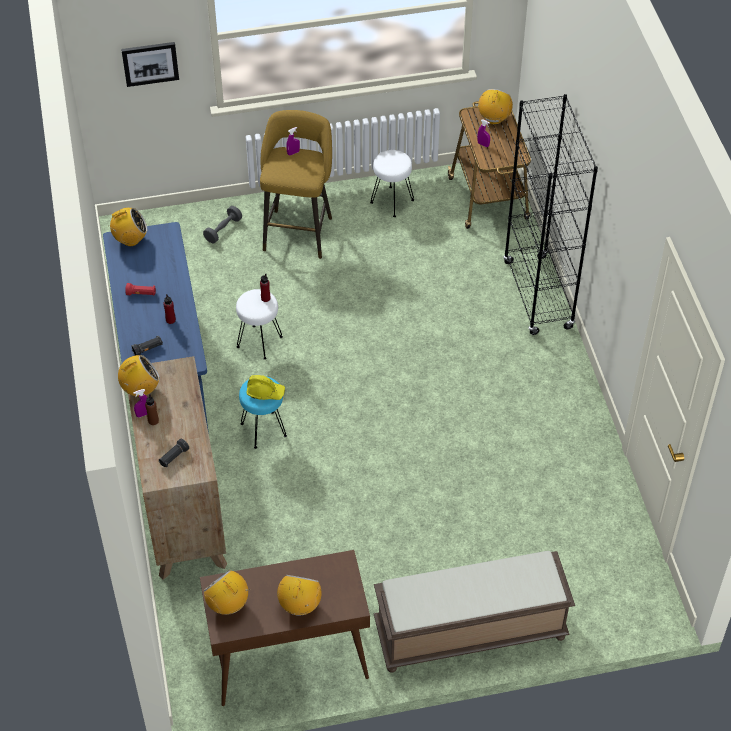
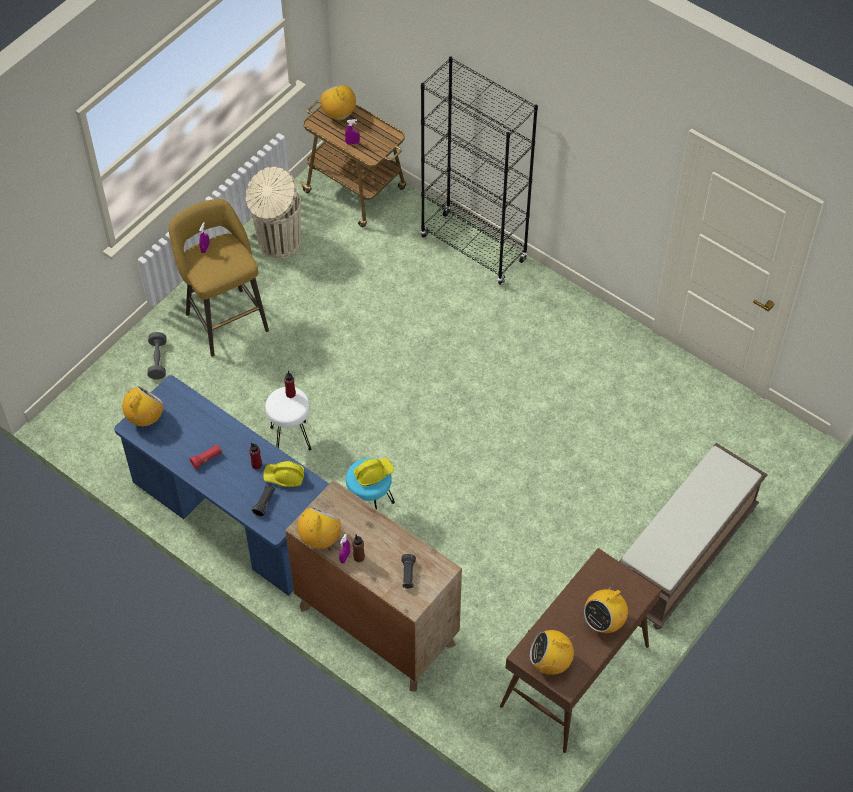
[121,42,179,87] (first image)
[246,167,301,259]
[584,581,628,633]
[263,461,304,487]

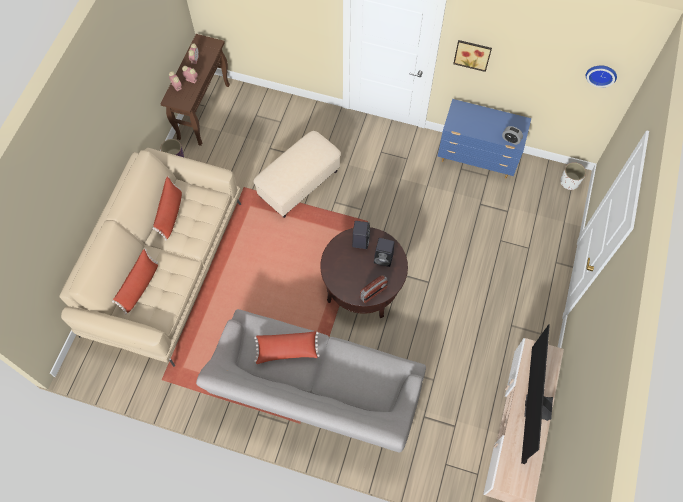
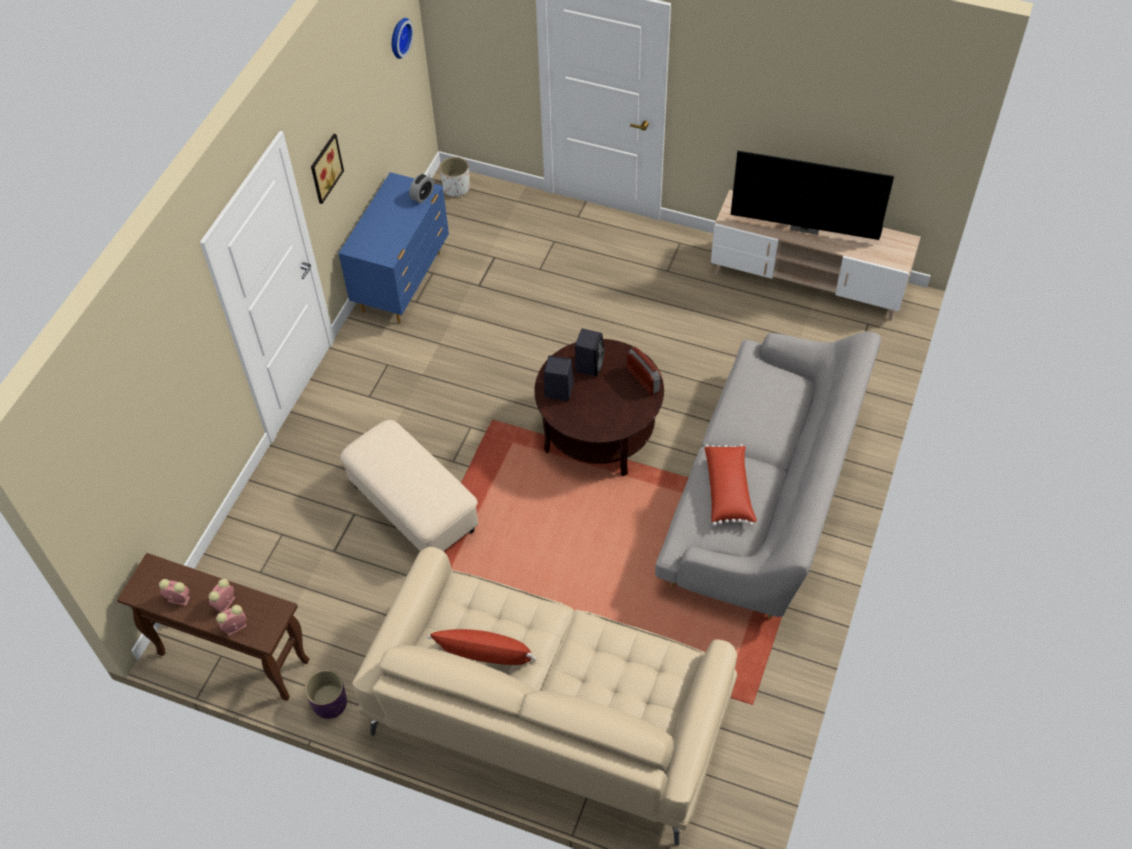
[112,249,158,314] (first image)

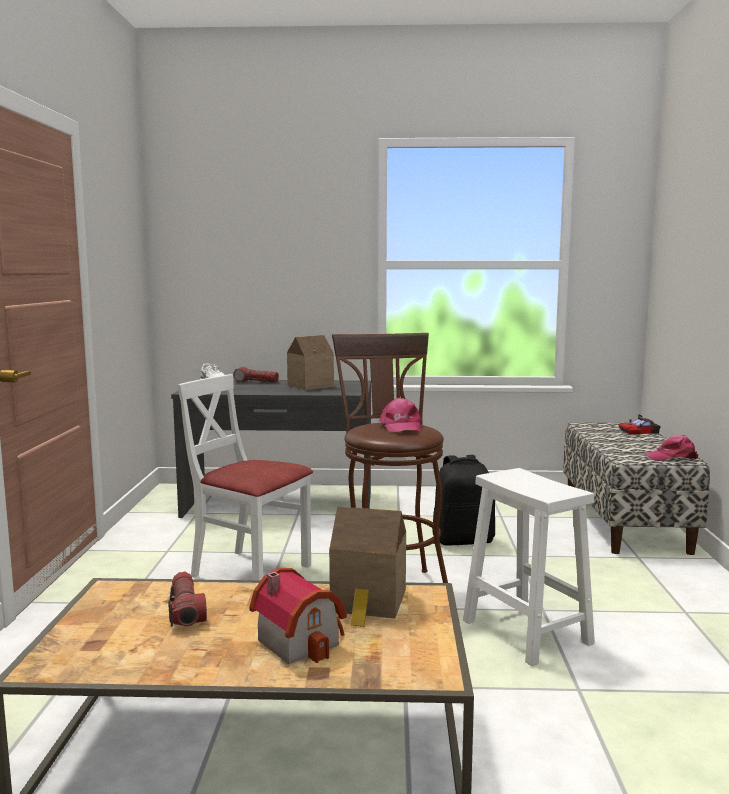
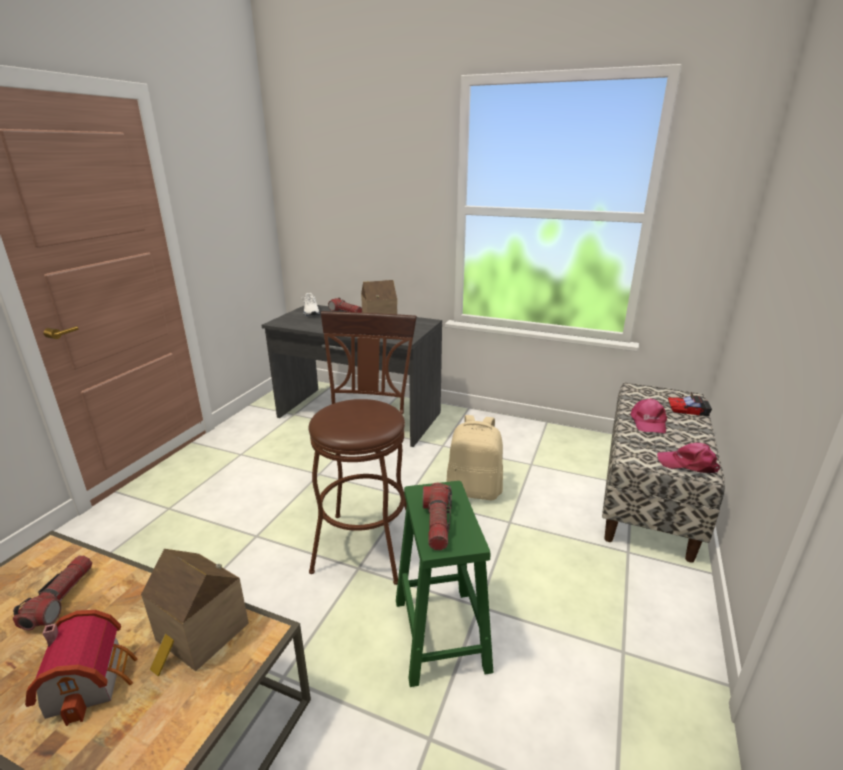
[177,374,313,580] (first image)
[630,398,667,433]
[446,415,503,500]
[396,481,493,687]
[423,483,452,550]

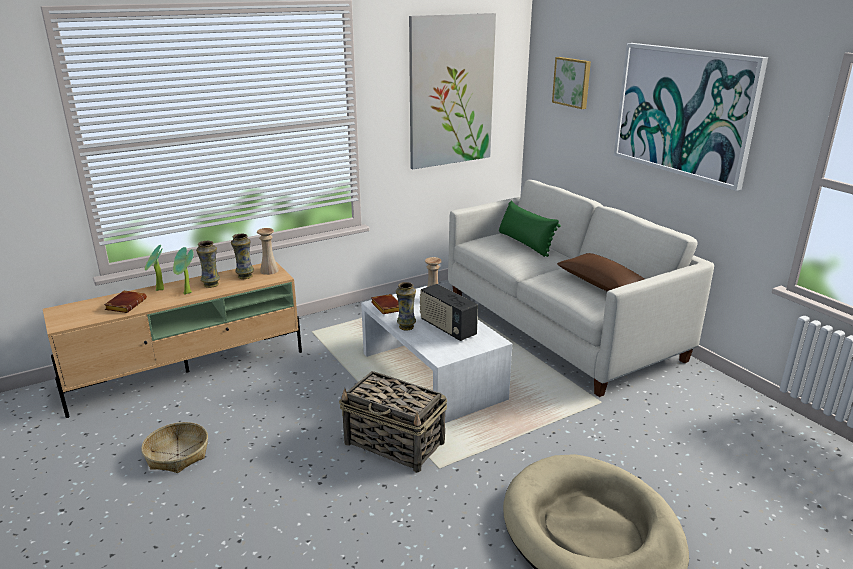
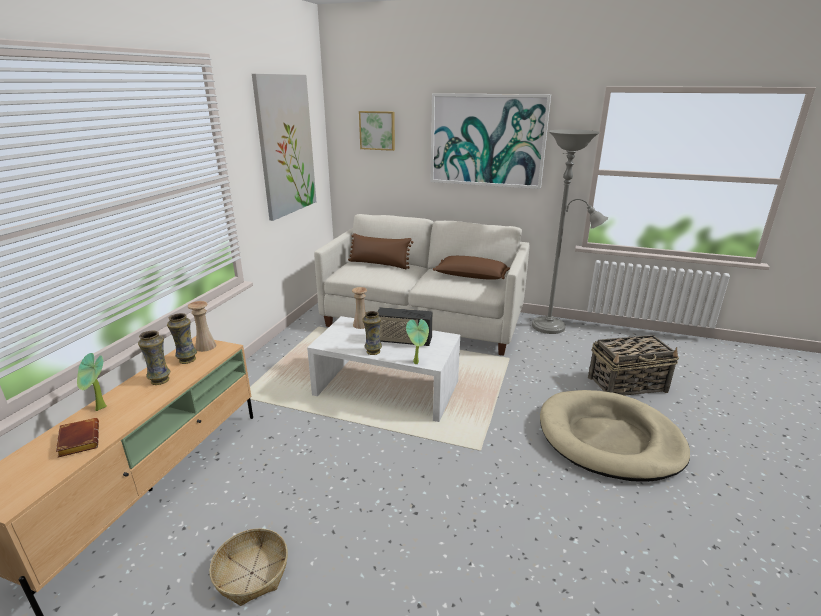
[348,233,413,269]
[406,319,429,364]
[371,294,399,314] (first image)
[588,335,679,396]
[532,129,608,334]

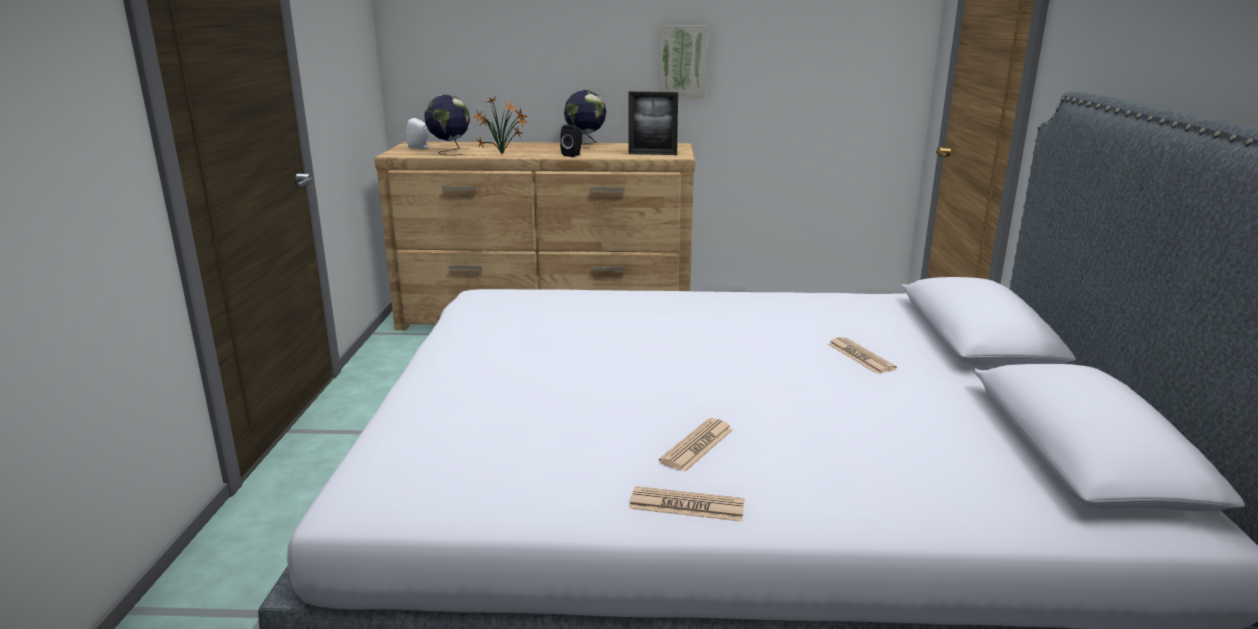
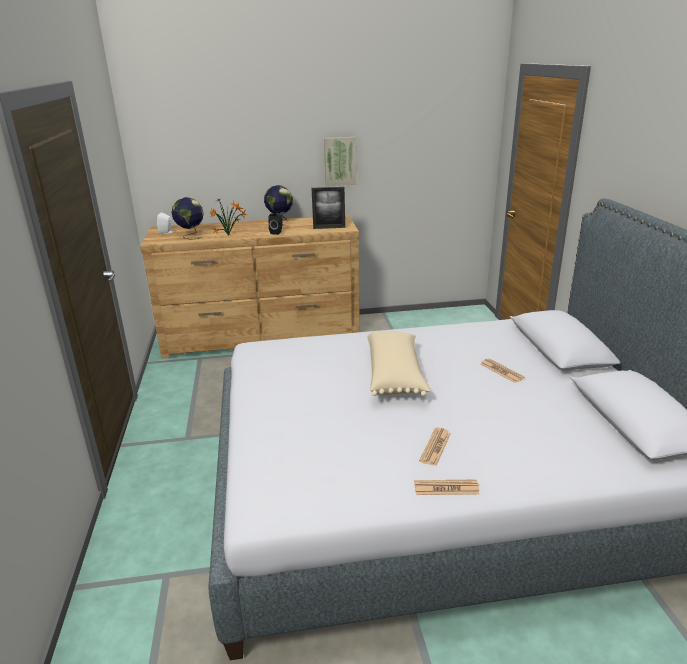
[367,331,431,396]

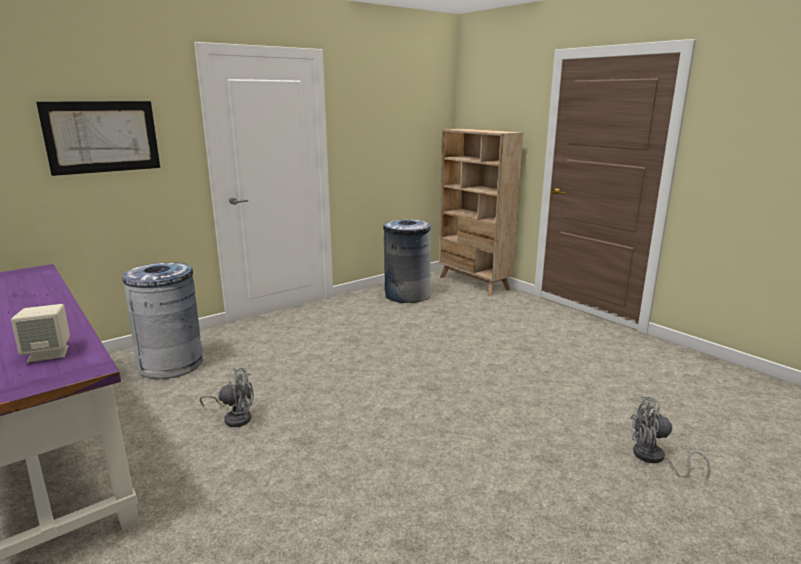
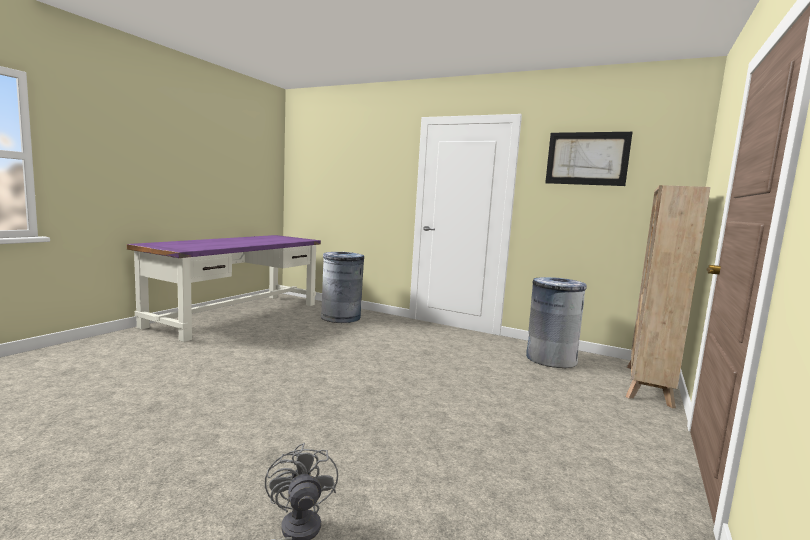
[545,132,633,186]
[11,304,70,363] (first image)
[200,368,254,427] (first image)

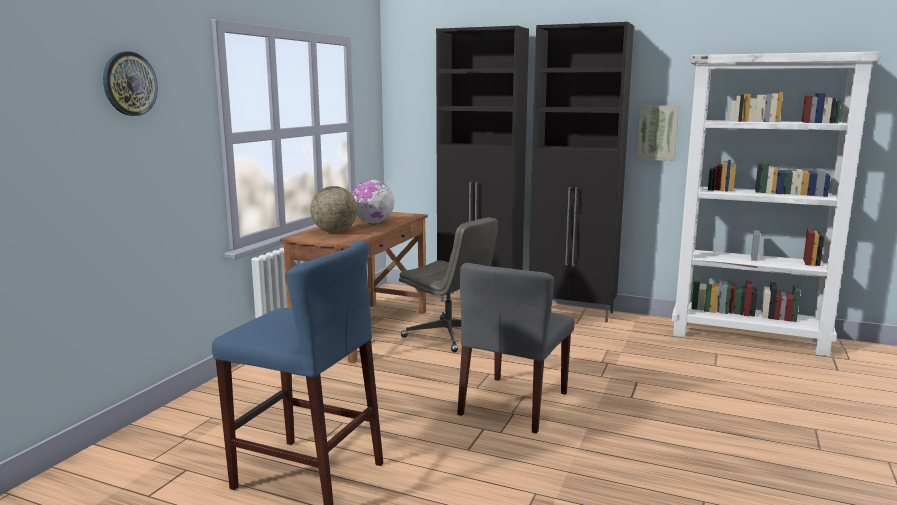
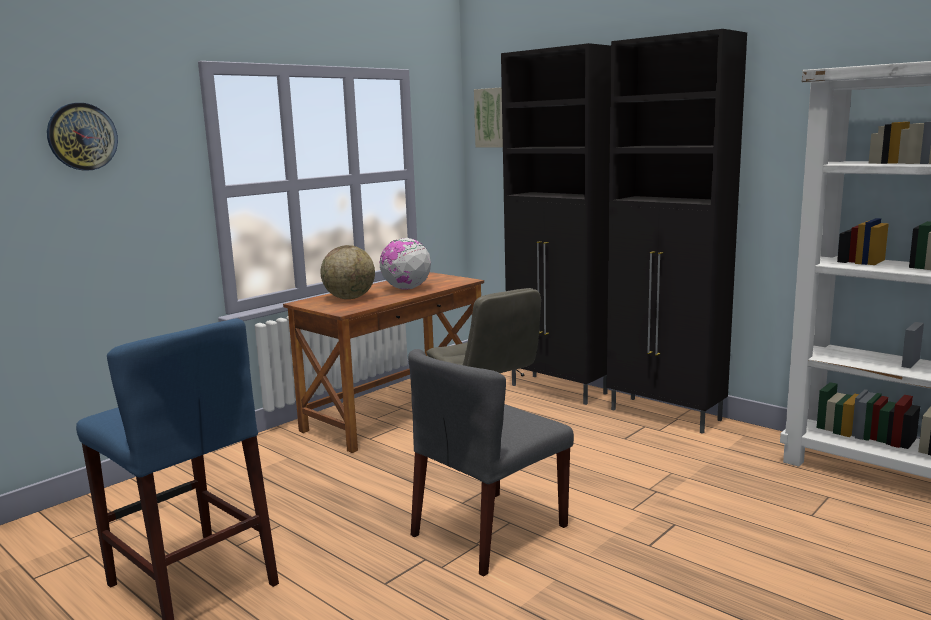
[474,87,503,148]

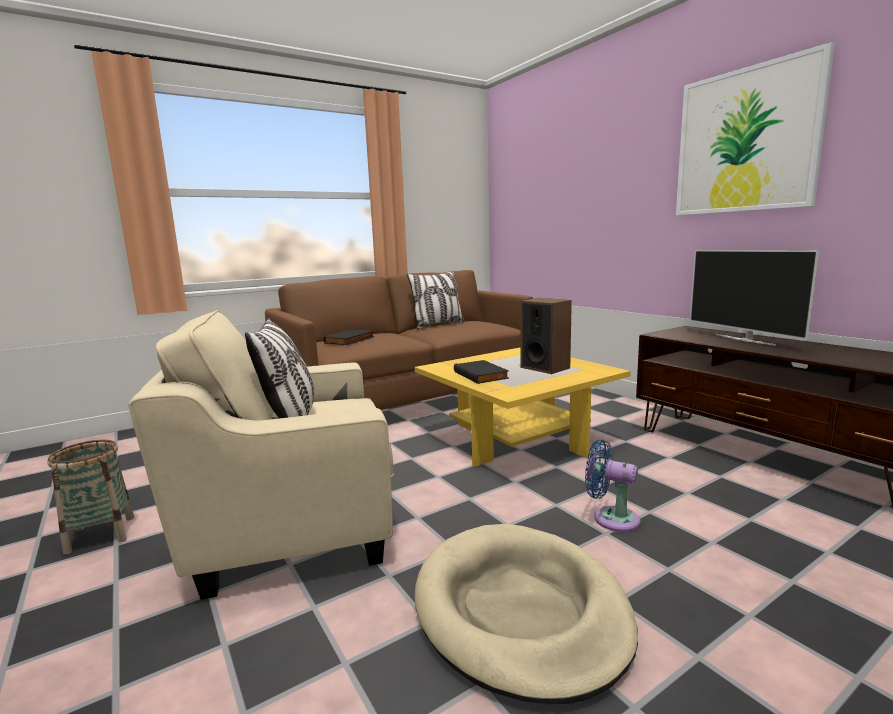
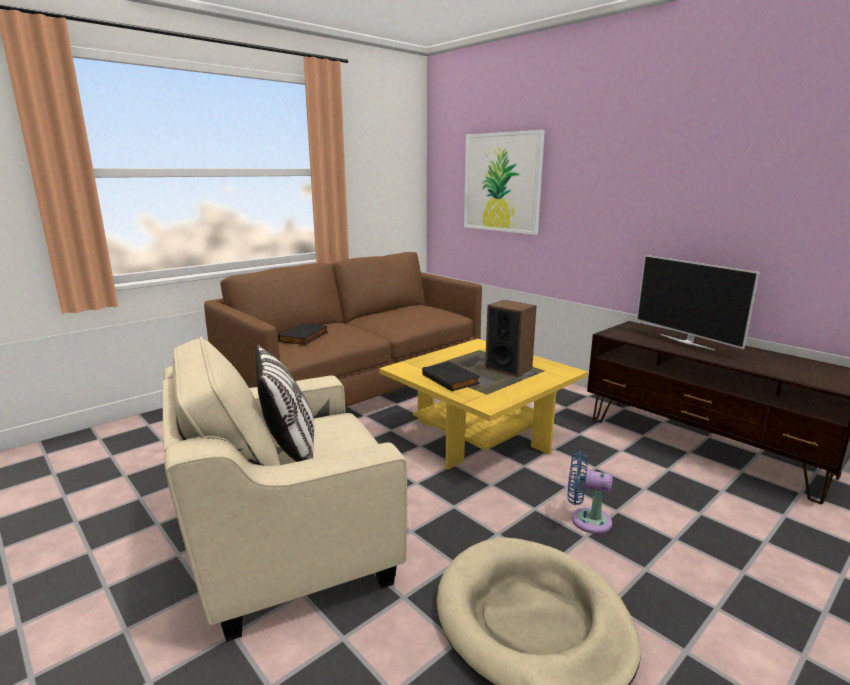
[464,130,545,235]
[407,271,465,329] (first image)
[47,440,134,555] (first image)

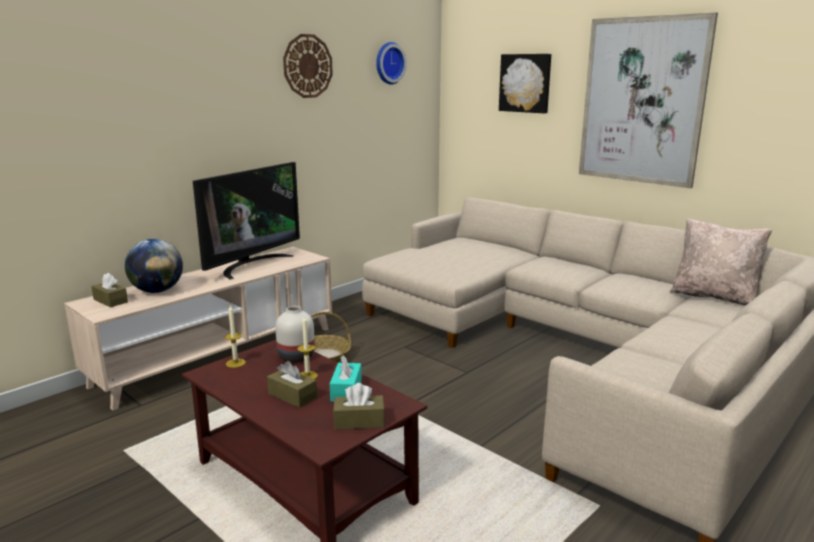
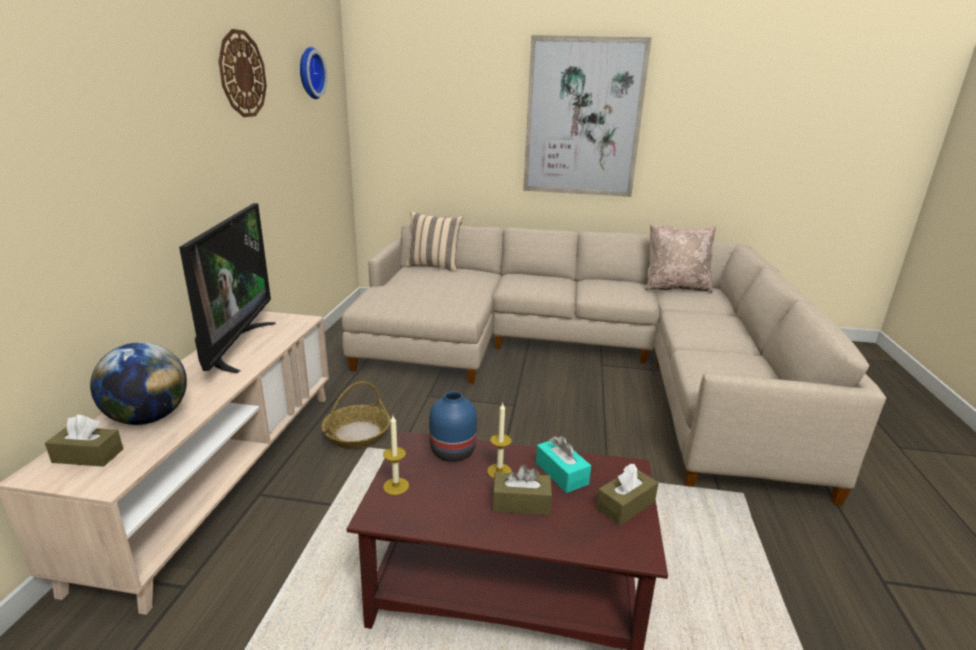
[499,54,551,113] (first image)
[429,391,477,462]
[404,212,463,272]

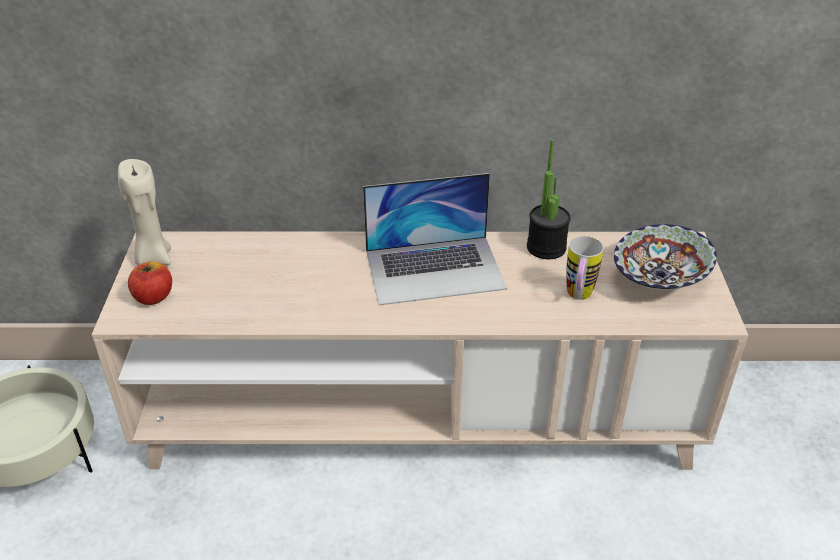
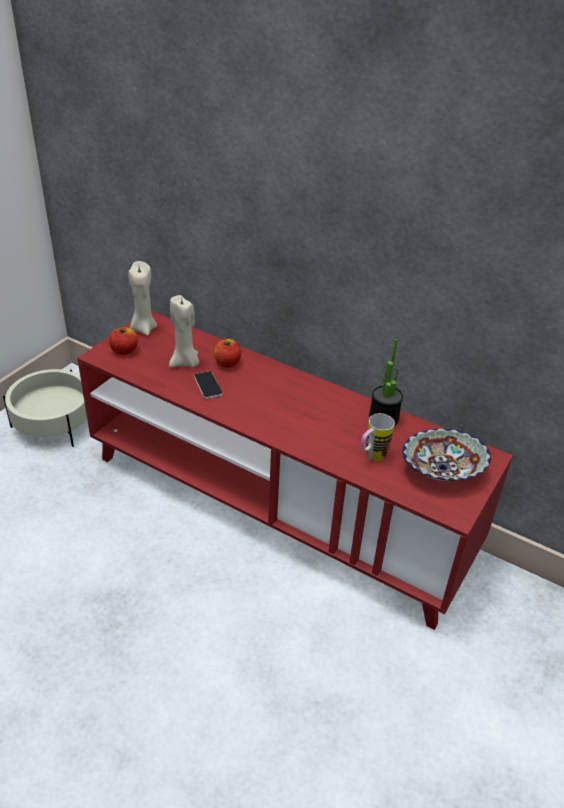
[363,173,507,305] (first image)
[77,311,513,630]
[169,295,199,368]
[214,339,241,368]
[194,371,223,399]

